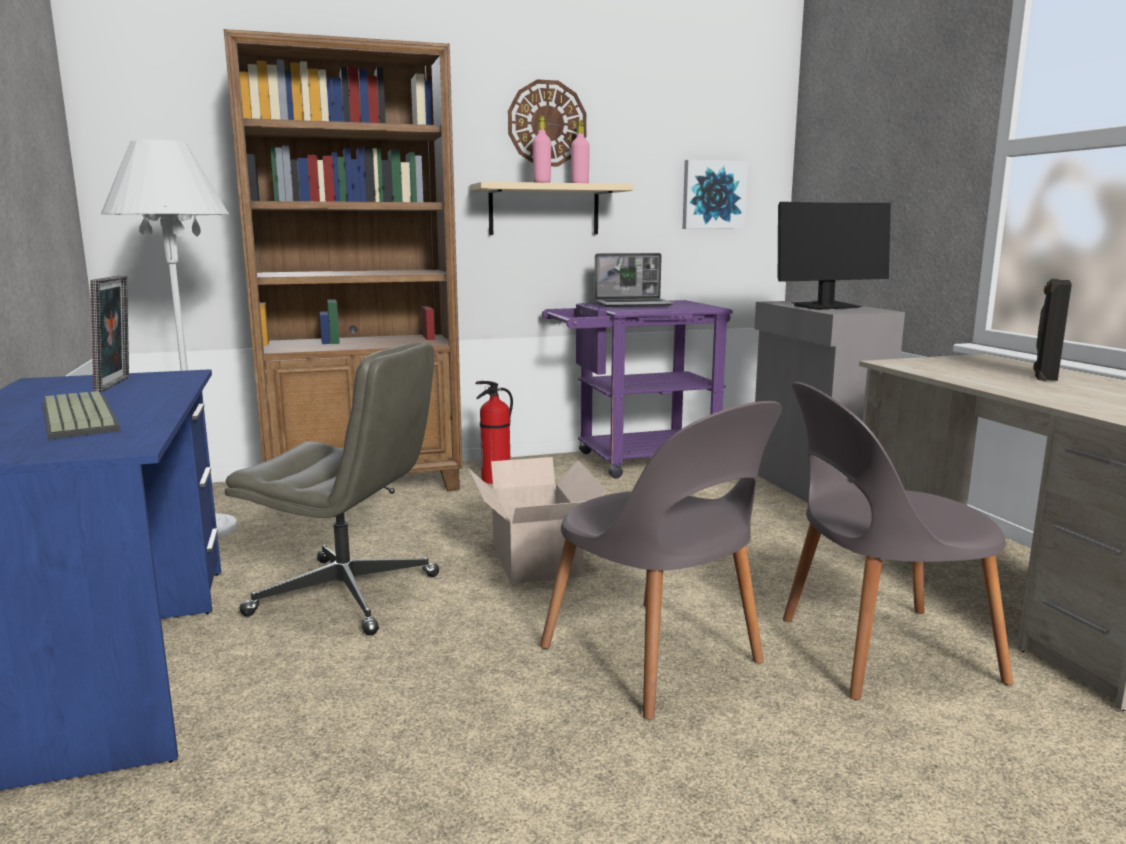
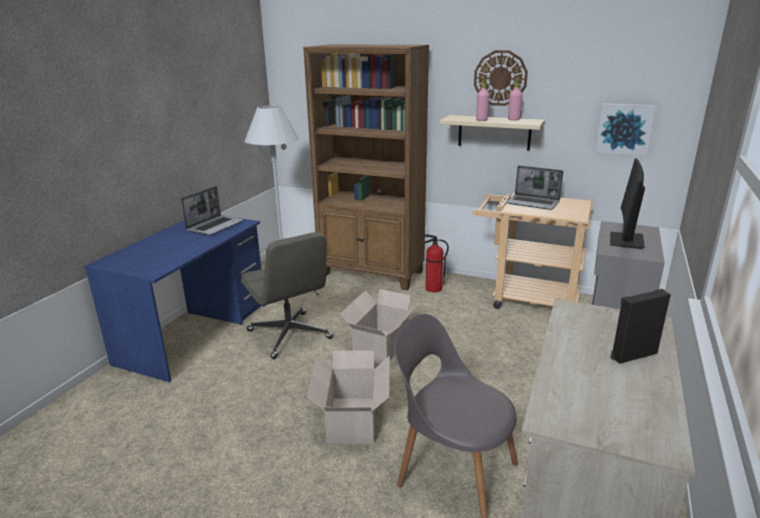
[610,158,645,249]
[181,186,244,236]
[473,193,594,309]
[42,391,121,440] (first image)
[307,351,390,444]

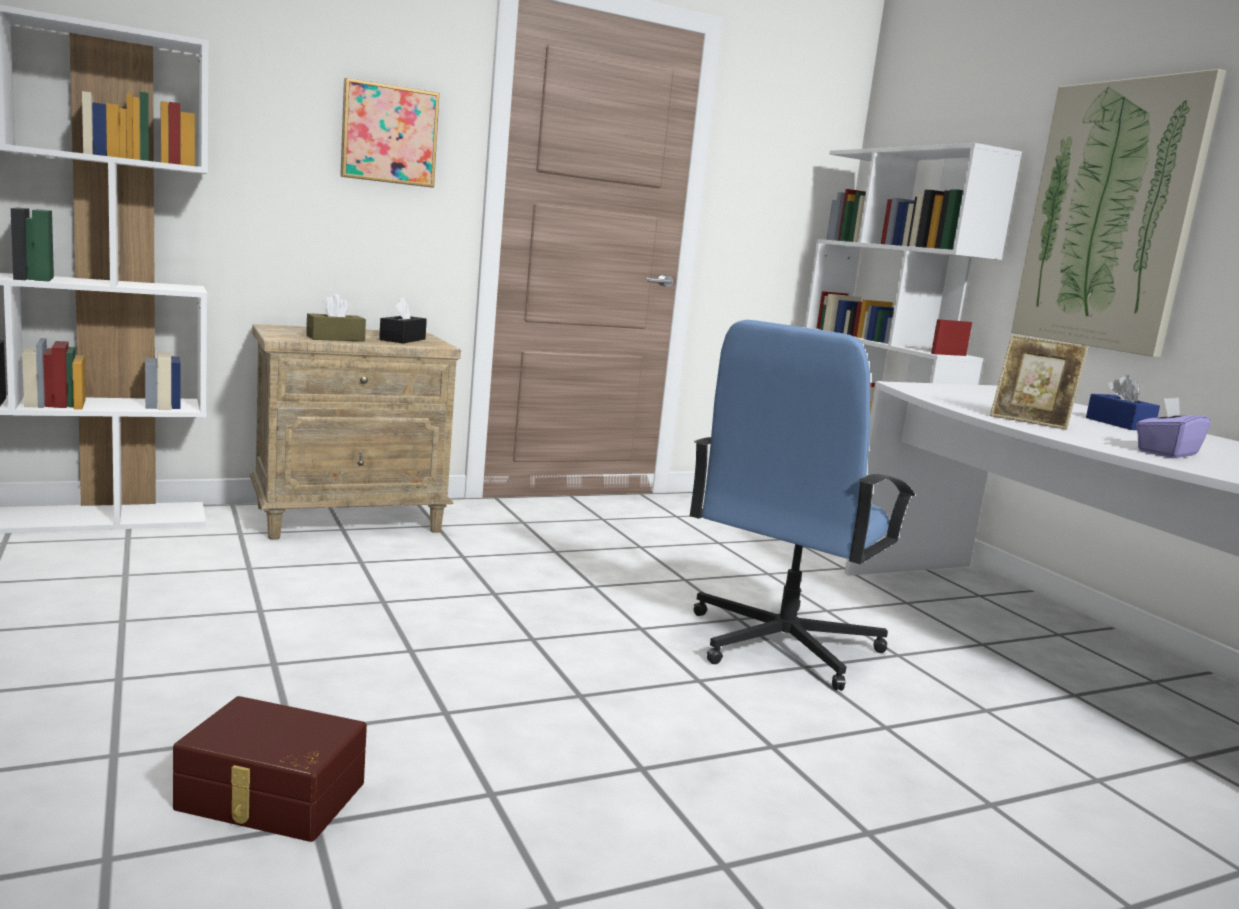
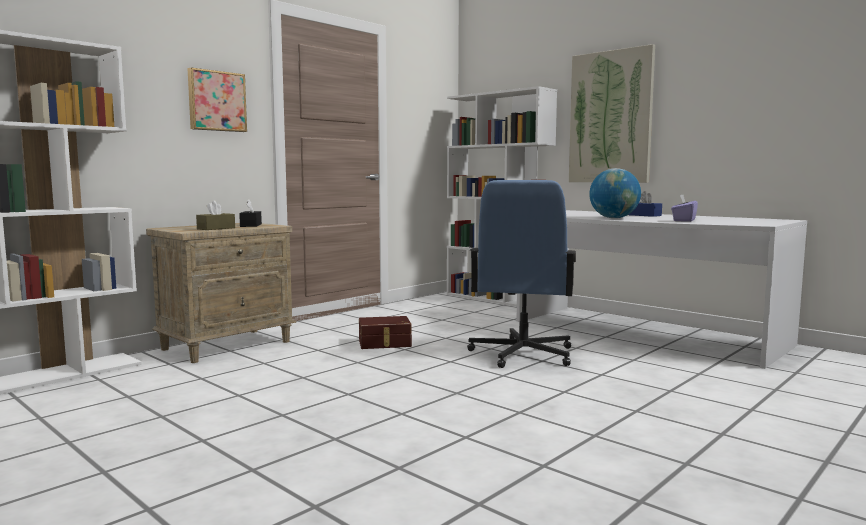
[589,168,641,218]
[359,316,412,349]

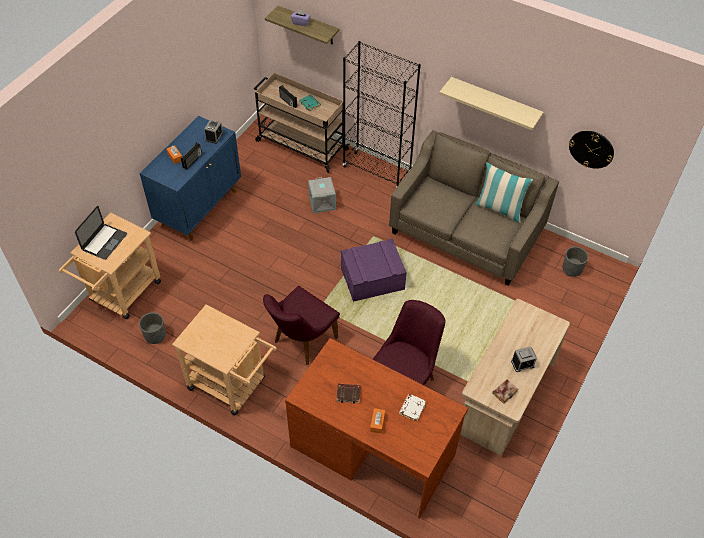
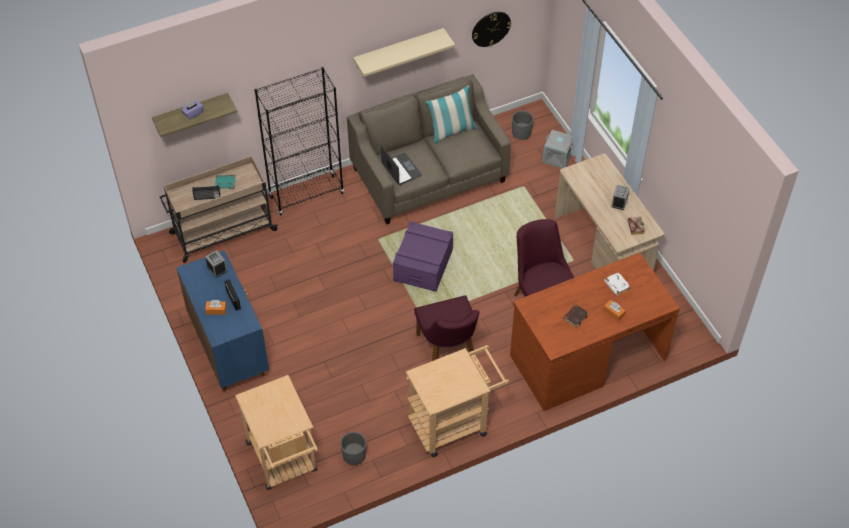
[543,130,573,168]
[381,145,422,185]

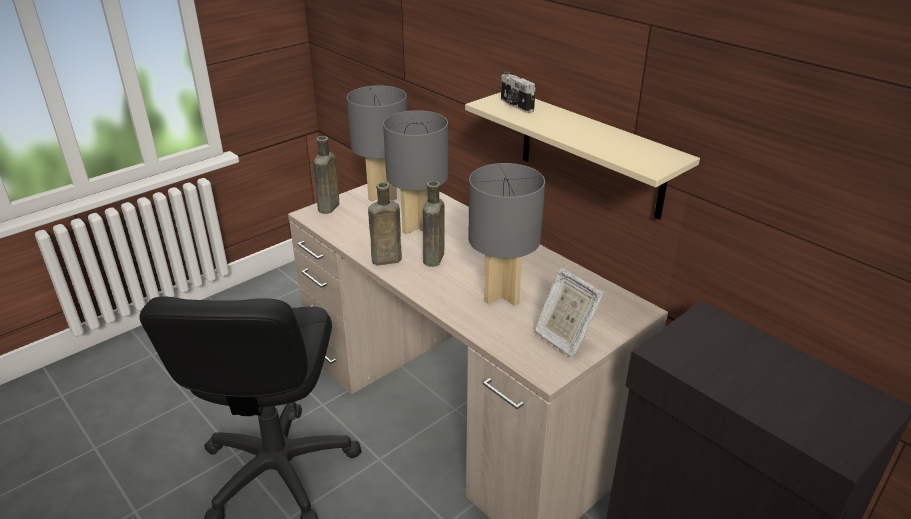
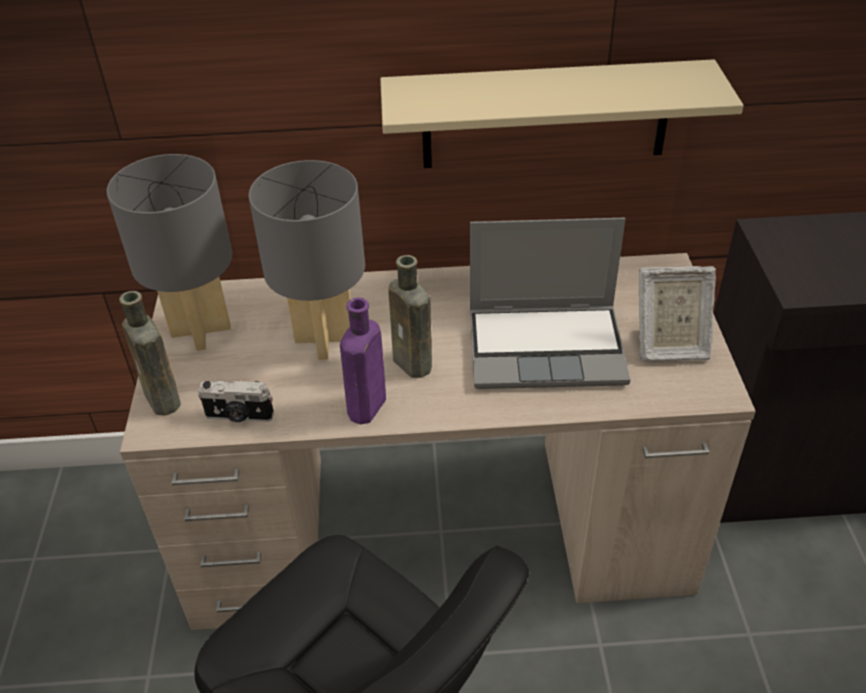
[198,380,274,422]
[470,218,630,389]
[340,298,386,424]

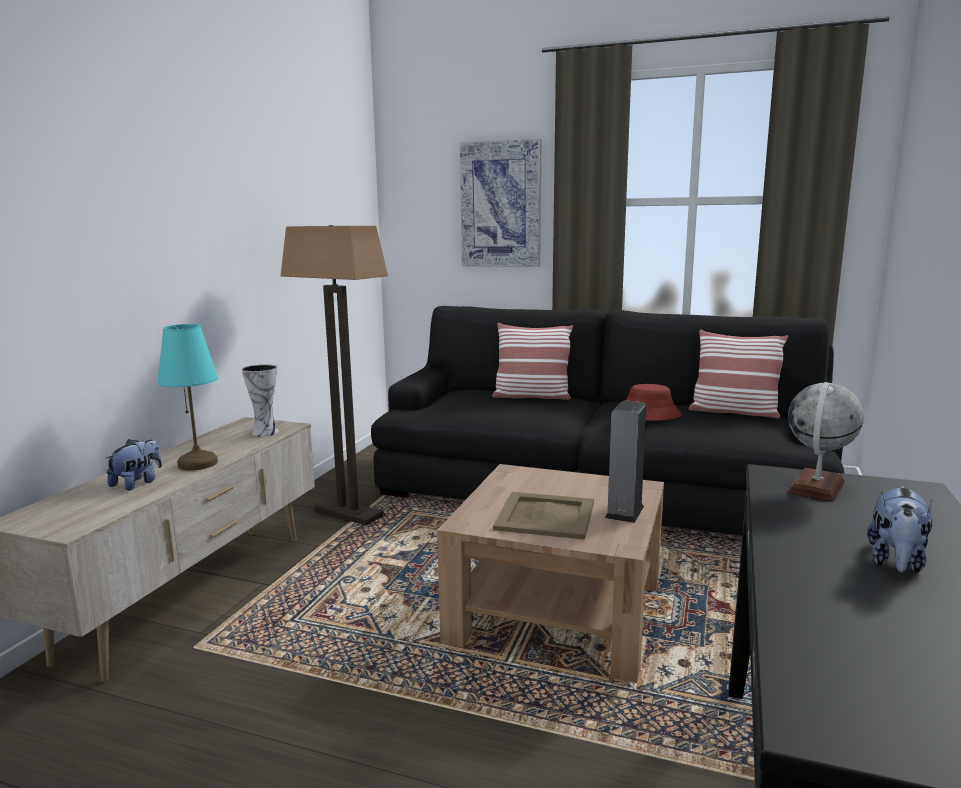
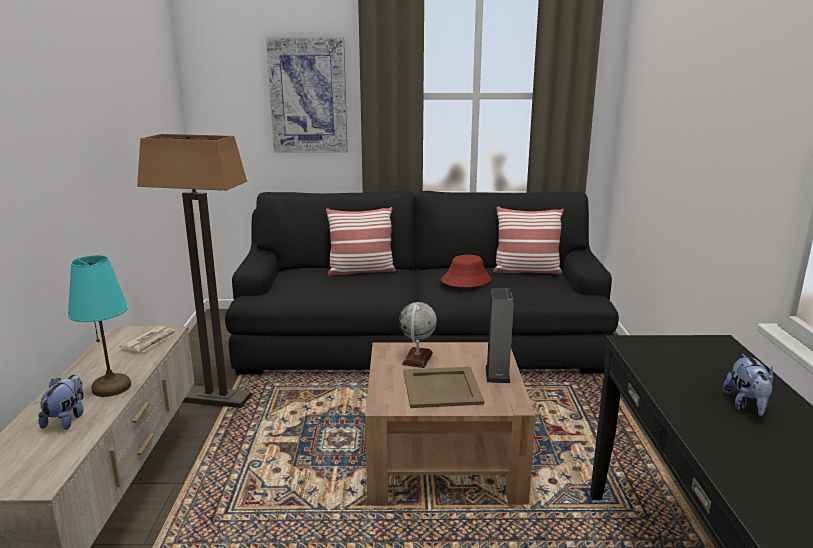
[119,326,177,352]
[399,302,437,368]

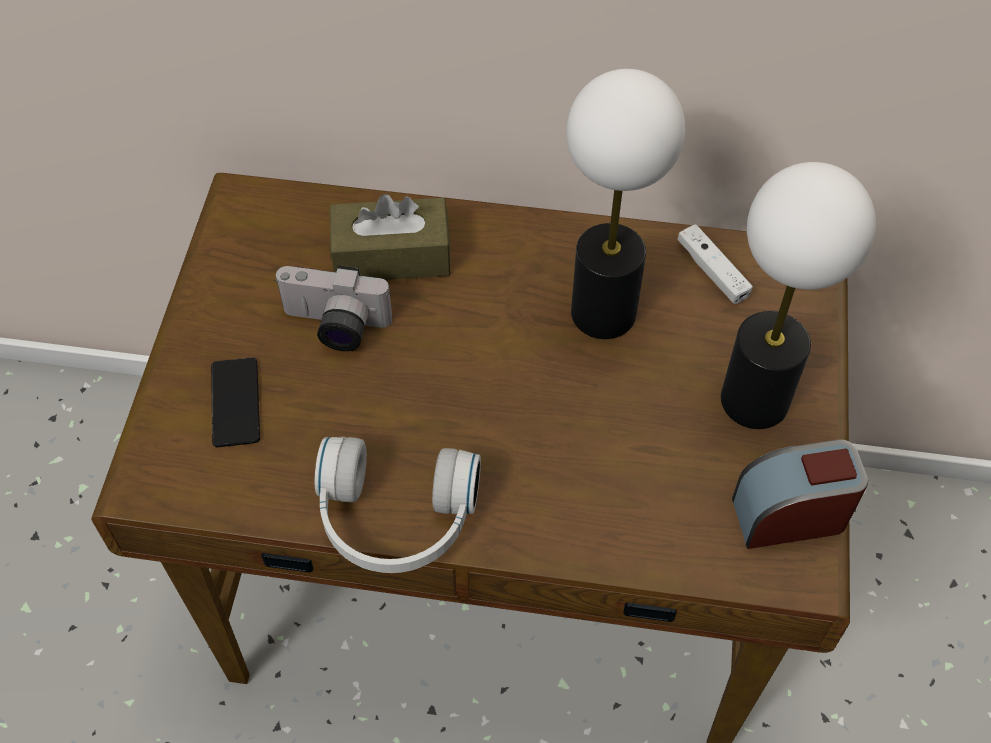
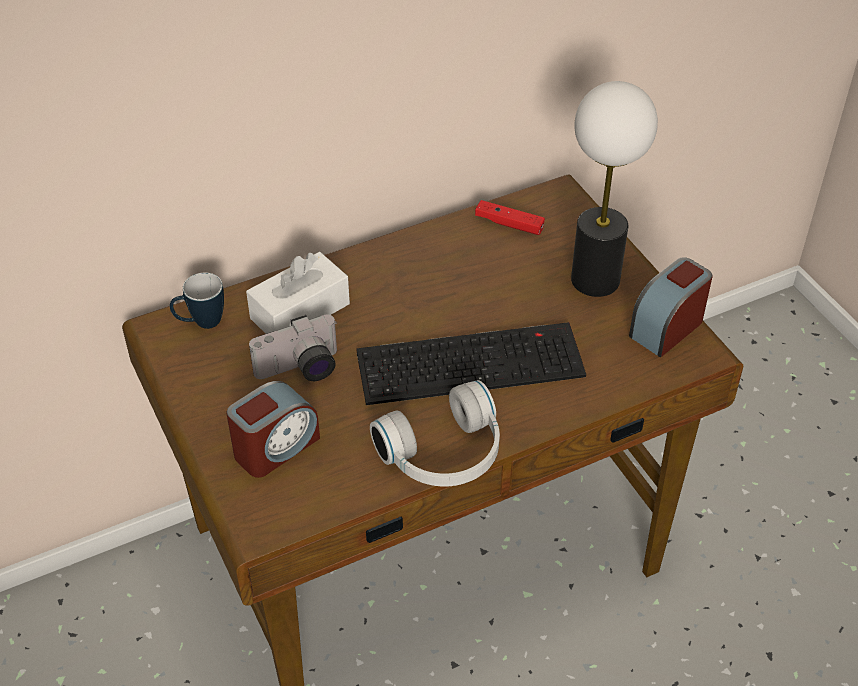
[566,69,685,339] (first image)
[246,252,350,334]
[475,200,545,235]
[226,381,320,478]
[170,273,224,329]
[356,322,586,405]

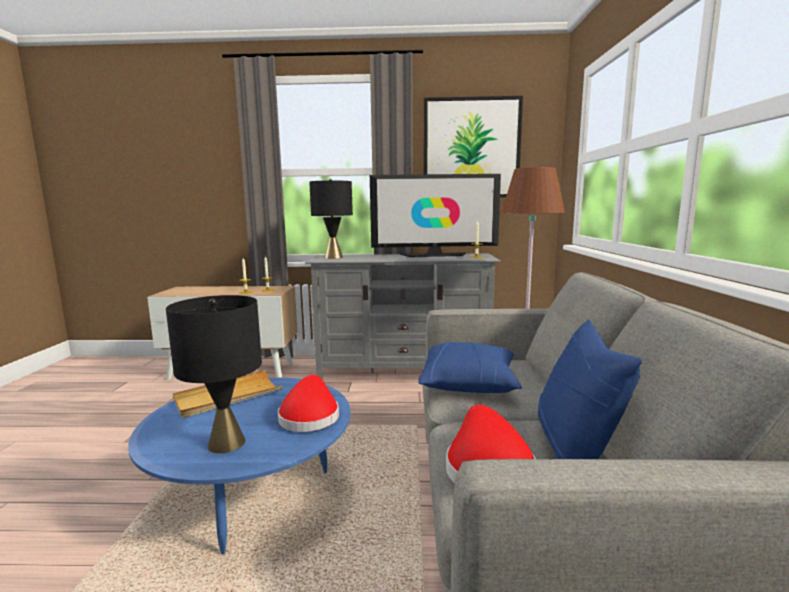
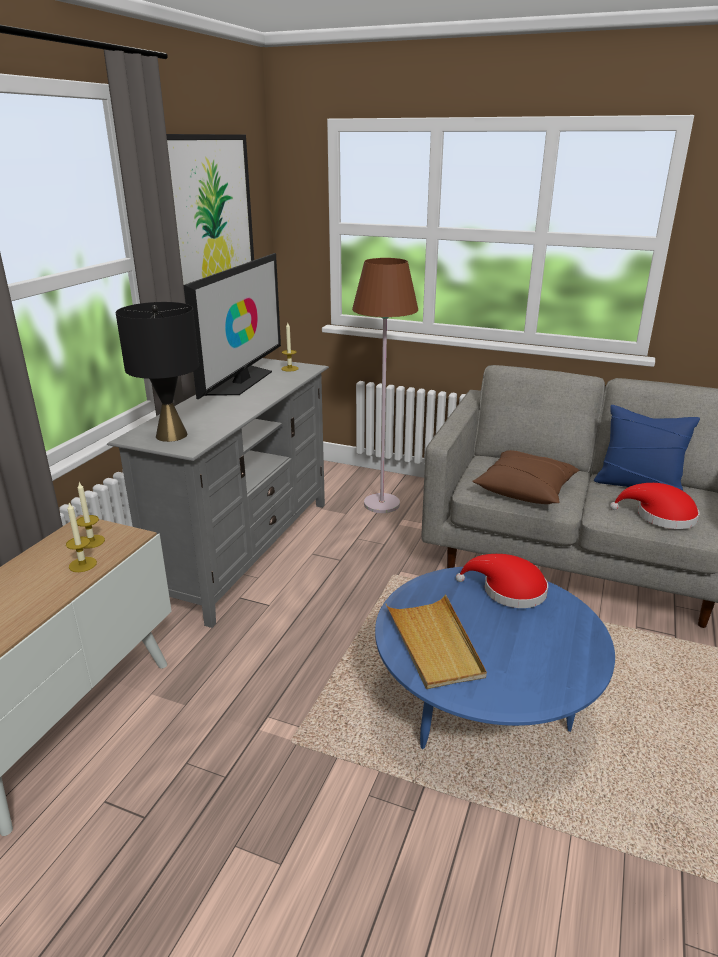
[166,295,262,453] (first image)
[472,450,579,504]

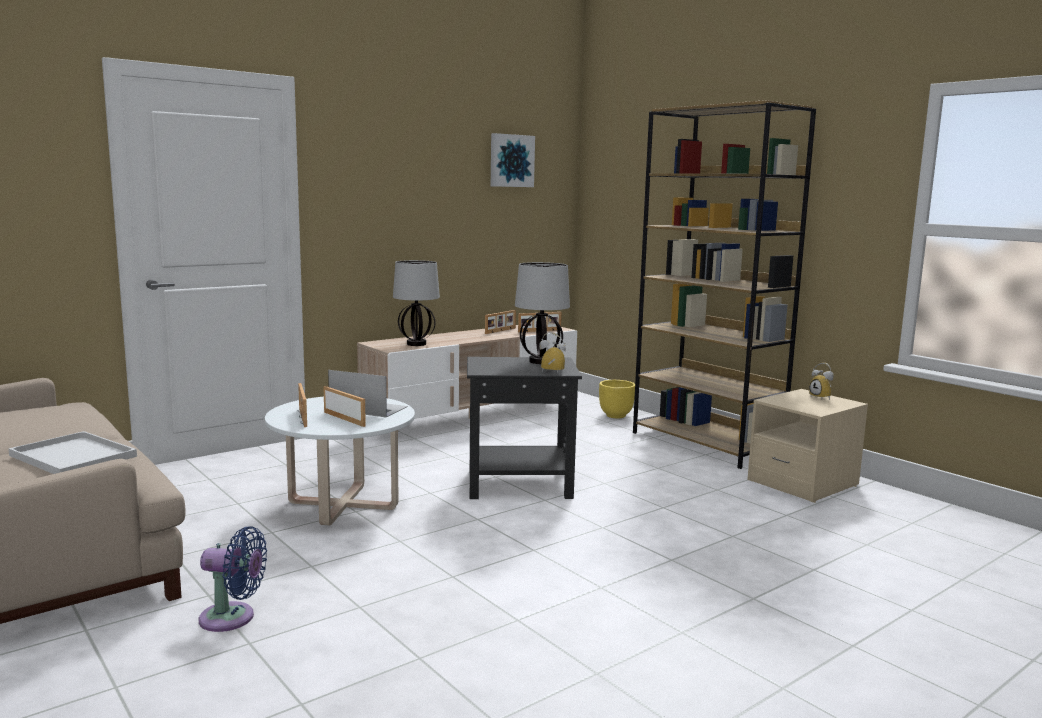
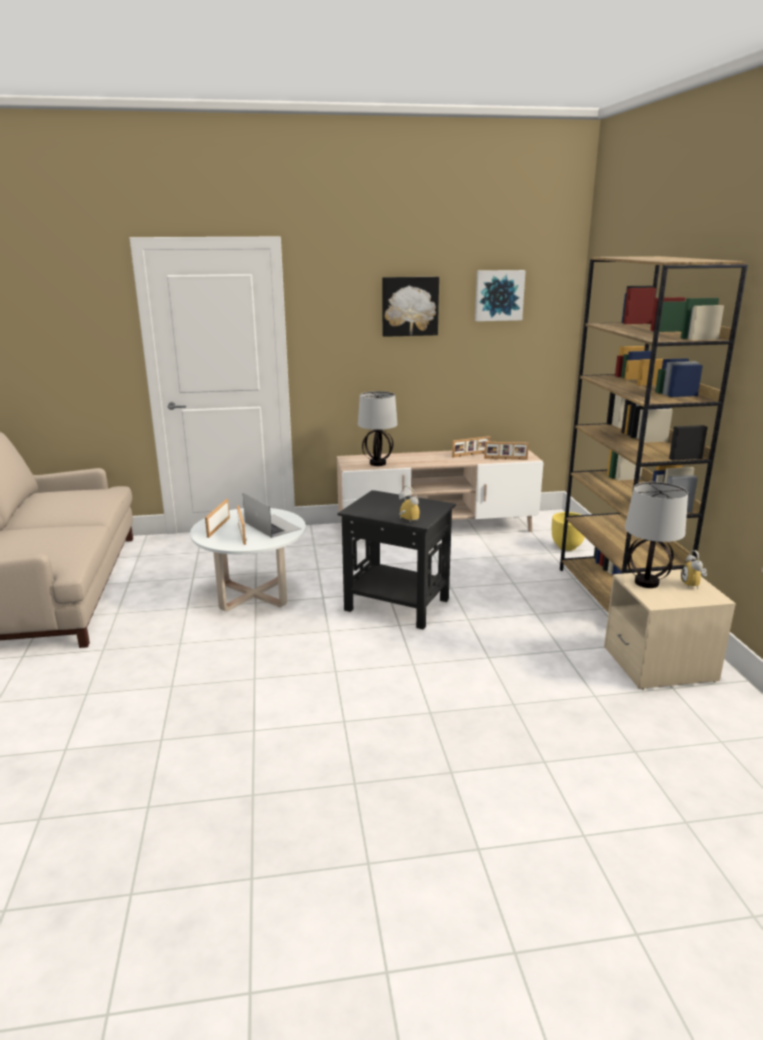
[625,482,688,588]
[8,431,137,474] (first image)
[199,526,267,632] (first image)
[382,277,439,337]

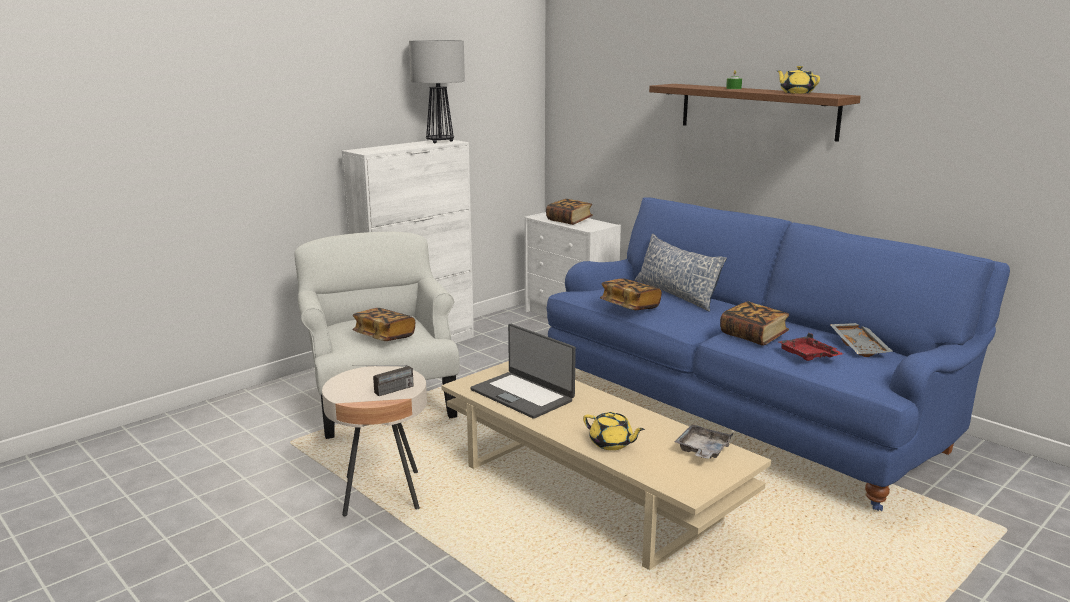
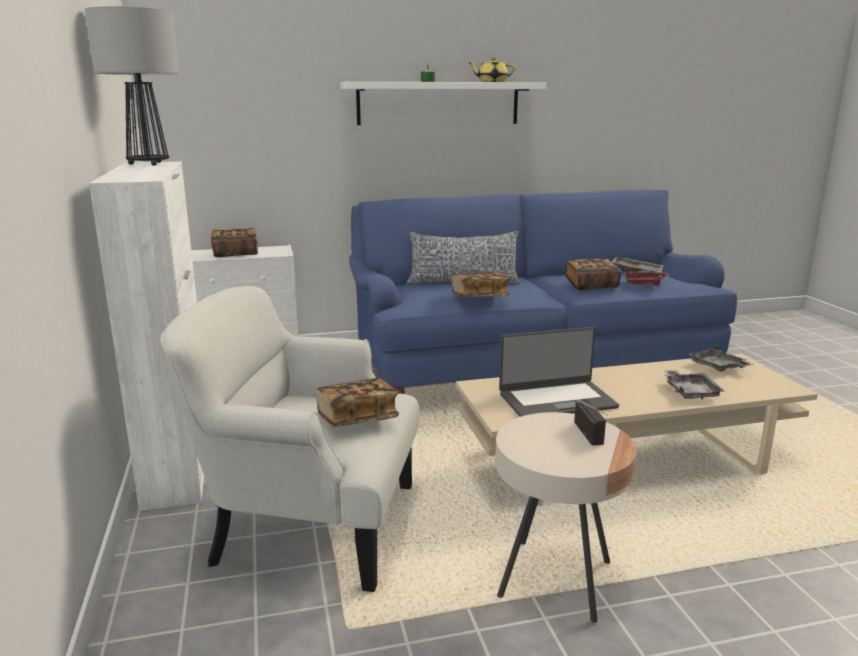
[340,82,546,125]
[663,370,724,400]

